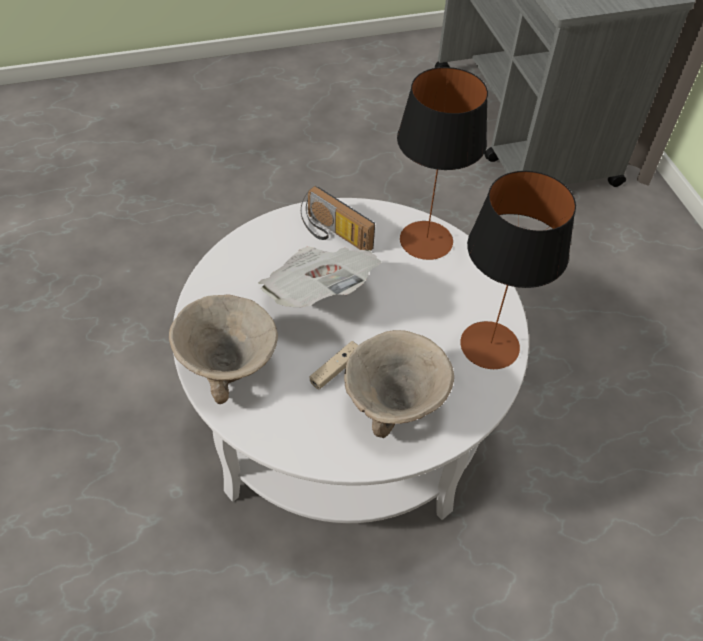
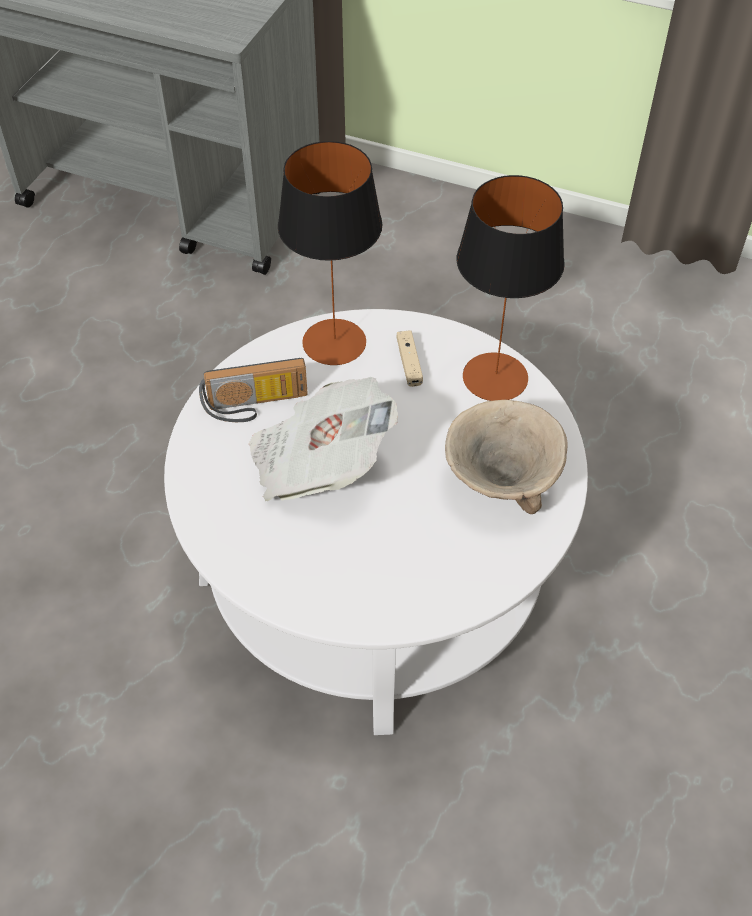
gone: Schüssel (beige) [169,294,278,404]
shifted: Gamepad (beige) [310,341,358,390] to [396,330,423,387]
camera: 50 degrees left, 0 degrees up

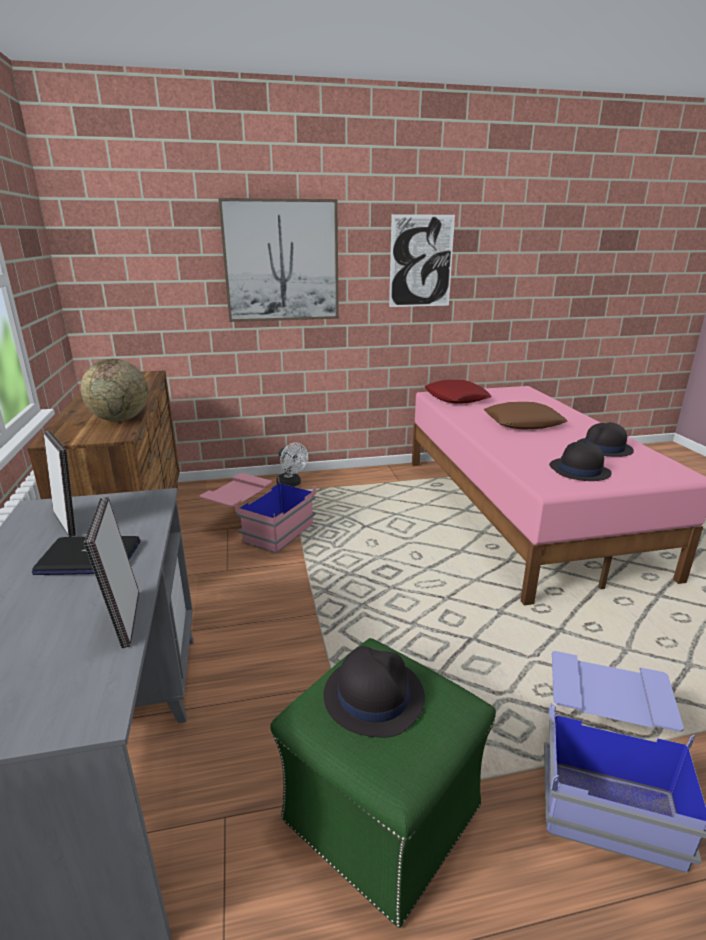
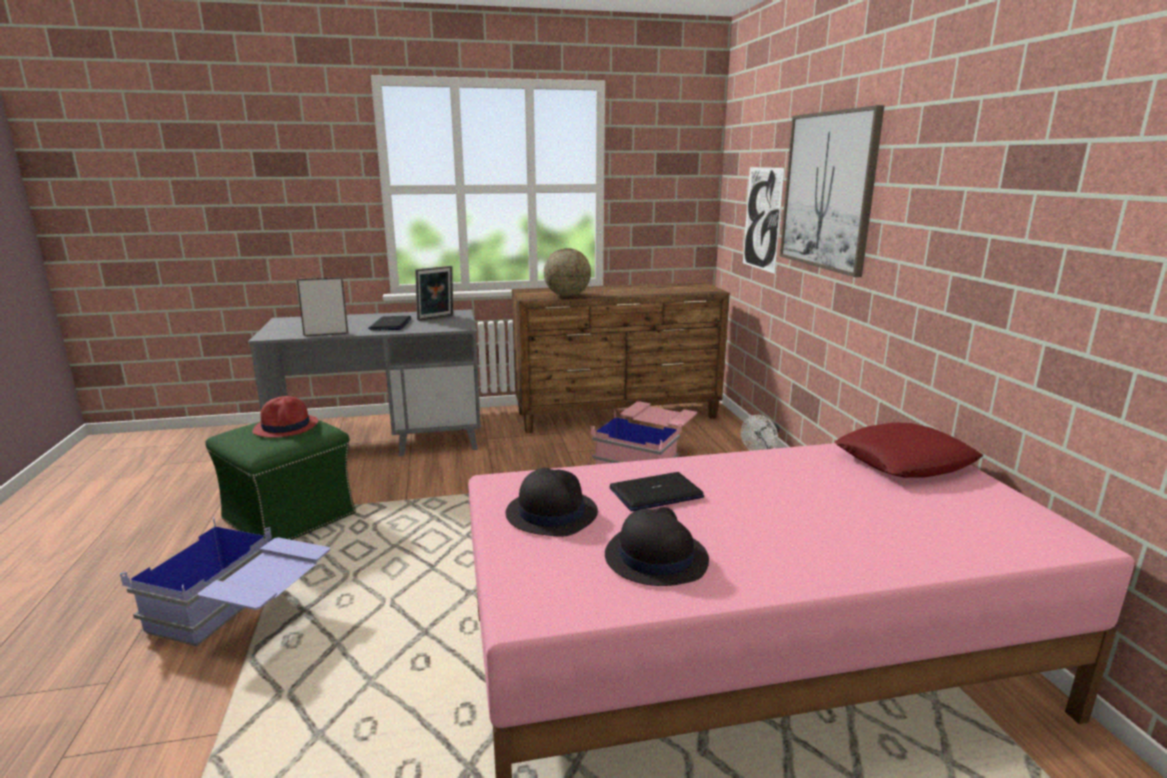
gone: Kissen (braun) [484,402,567,430]
new: Laptop [610,472,704,511]
shifted: Bild [389,214,455,307] to [743,167,785,274]
repainted: Hut (schwarz) [324,646,425,737] to Hut (rot) [252,396,319,437]
camera: 90 degrees right, 5 degrees down

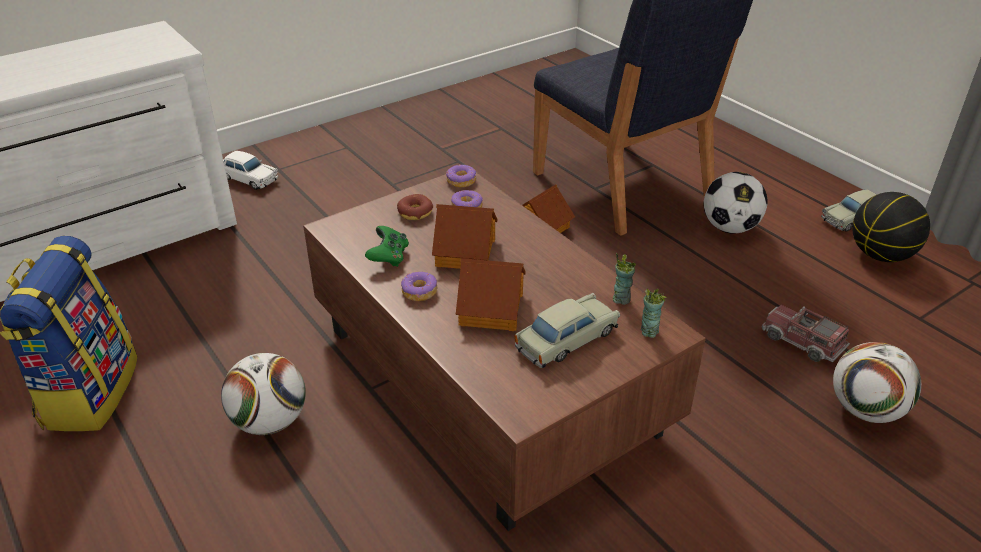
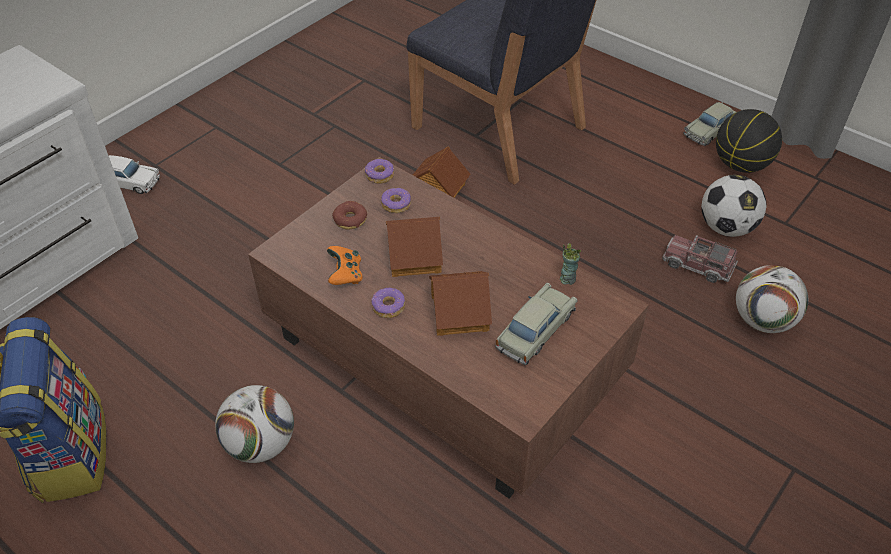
gone: Tasse [641,289,667,338]
shifted: Fußball [703,172,768,234] to [701,175,767,237]
repainted: Gamepad (grün) [365,226,409,267] to Gamepad (orange) [327,246,363,285]
camera: 15 degrees left, 10 degrees up

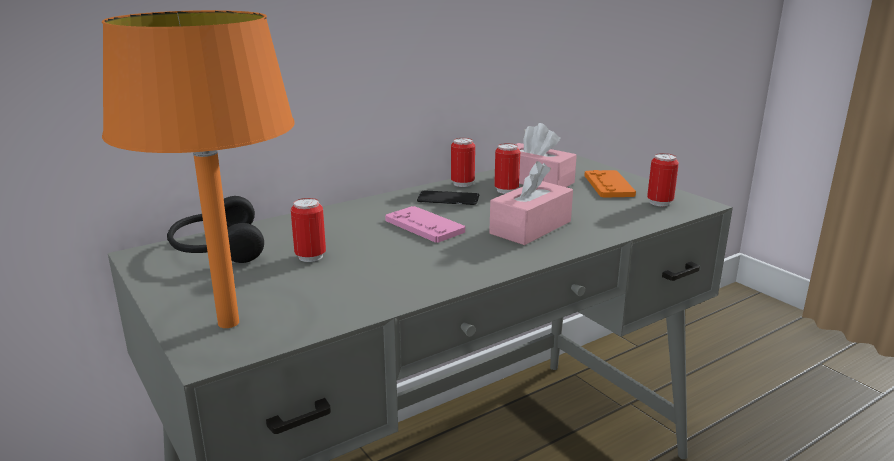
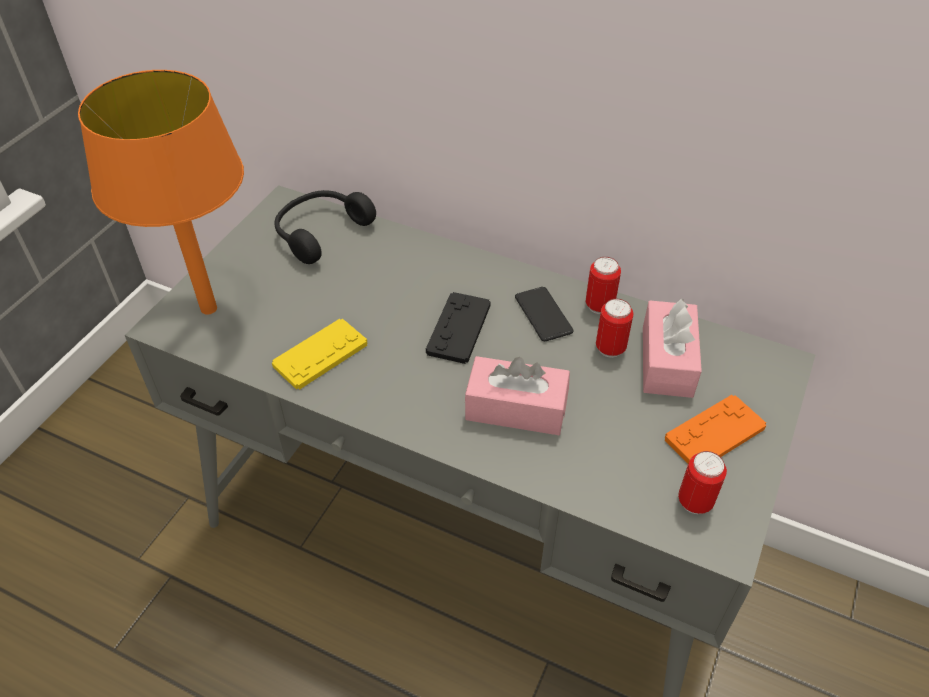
gone: Dose [291,198,326,262]
new: Gamepad (gelb) [272,319,367,390]
repainted: Gamepad (rosa) [385,206,465,243] to Gamepad (schwarz) [426,292,491,364]
camera: 60 degrees right, 25 degrees up

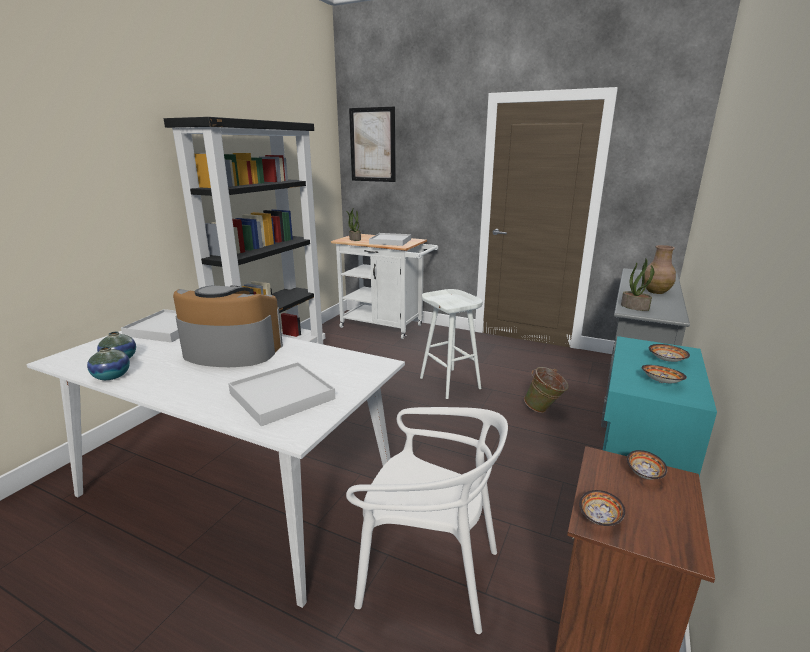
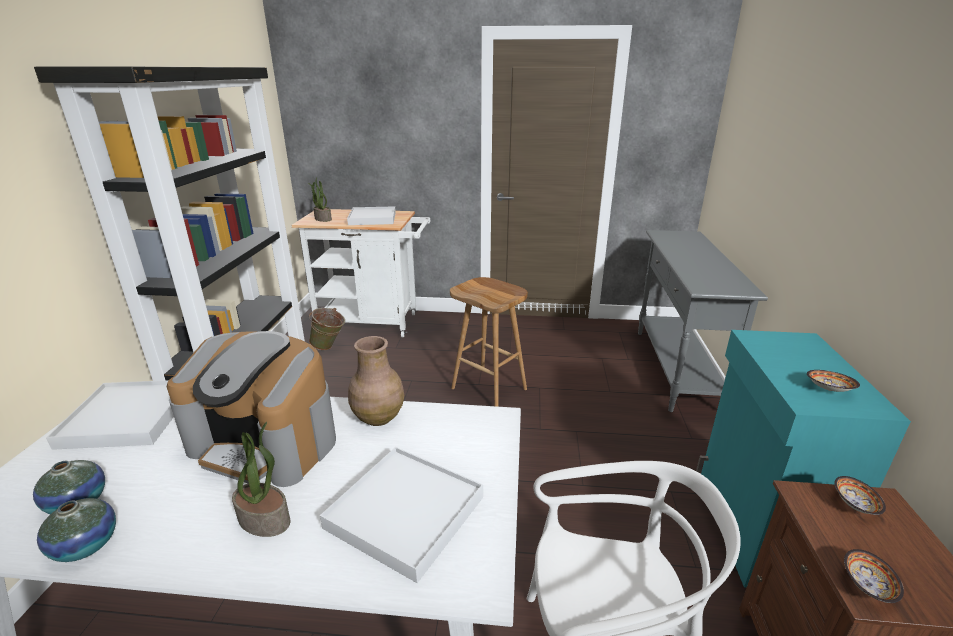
gone: Bild [349,107,396,182]; Schüssel [649,344,690,362]
shifted: Topfpflanze [621,259,654,311] to [232,422,290,537]; Eimer (grün) [524,367,568,413] to [309,308,345,350]; Vase (braun) [644,245,676,294] to [348,336,404,426]
repainted: Hocker (weiß) [420,289,483,399] to Hocker (braun) [450,277,528,407]
rotated: Kaffeemaschine [173,285,283,367] = [167,331,336,487] 150 degrees counterclockwise
camera: 20 degrees left, 5 degrees up

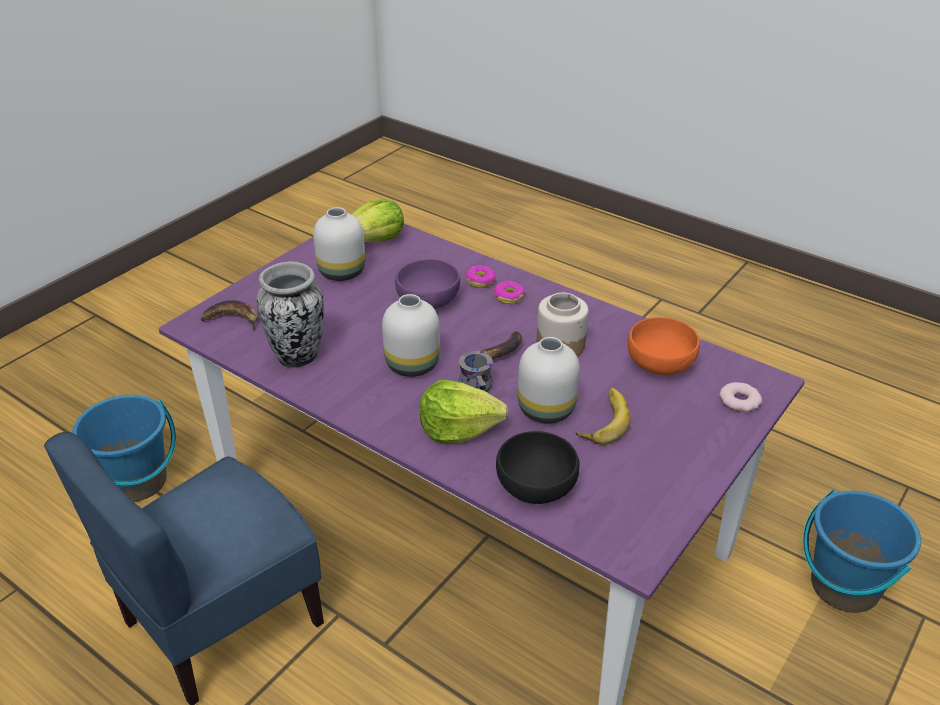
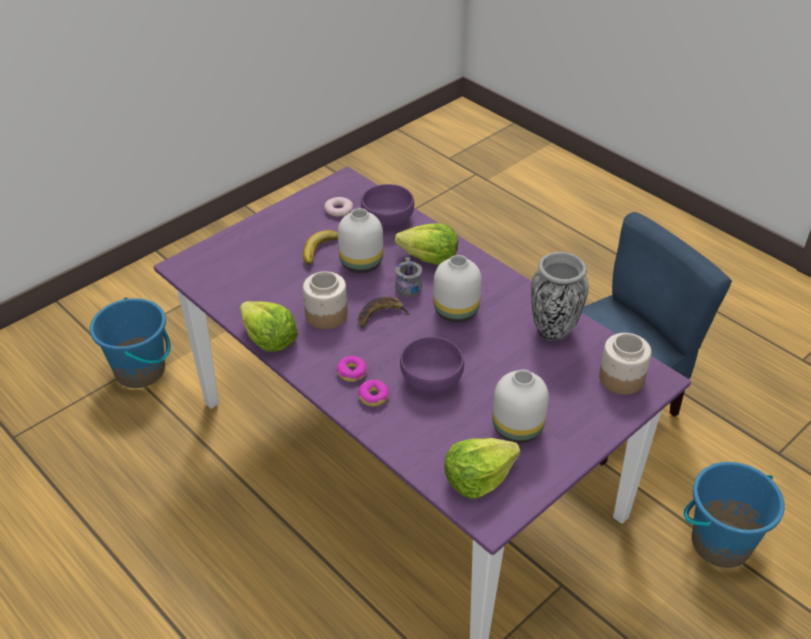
gone: Schüssel (orange) [627,317,700,375]
new: Salatkopf [240,301,298,352]
shifted: Donut [719,382,762,412] to [324,197,353,217]
swapped: Banane [201,300,258,332] to Vorratsglas [599,333,651,395]
repainted: Schüssel (schwarz) [496,431,579,504] to Schüssel (lila) [361,184,414,227]
camera: 170 degrees left, 5 degrees up

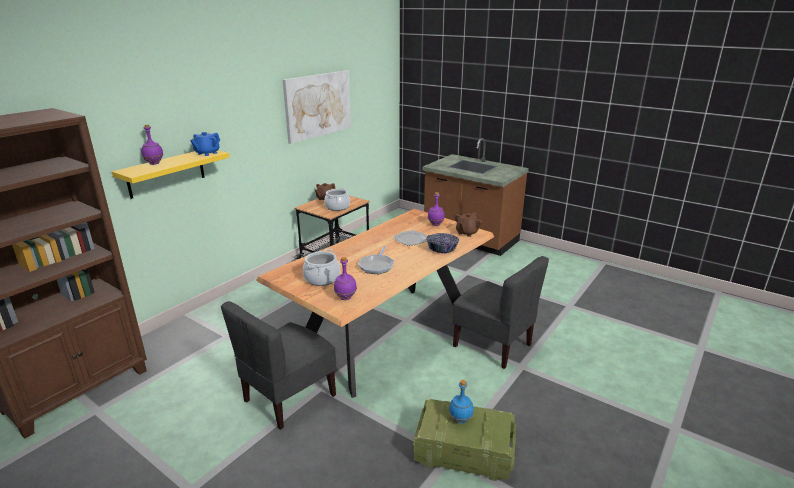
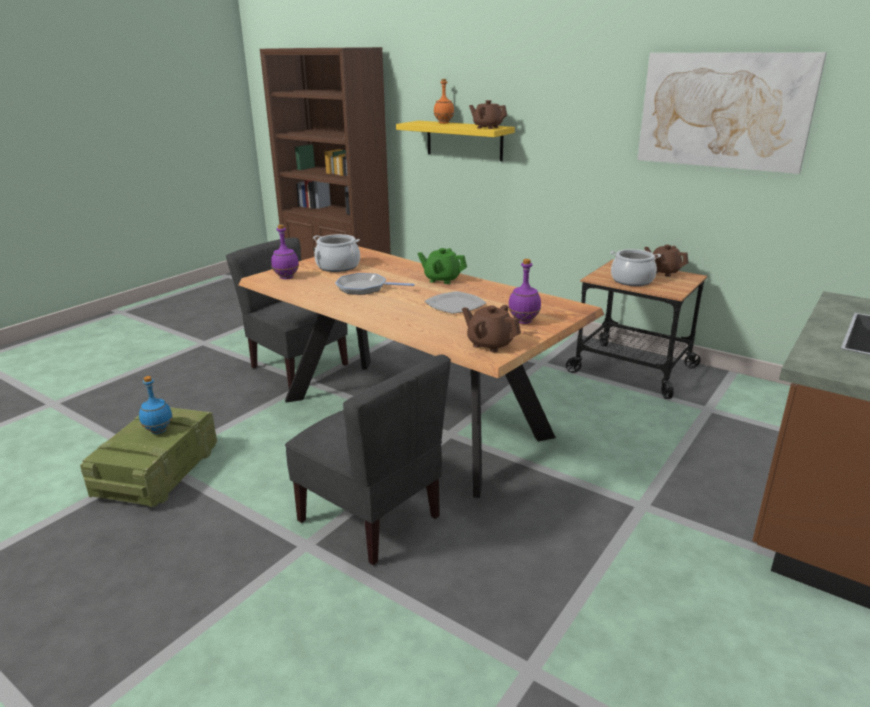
gone: Schüssel [426,233,459,253]
new: Teekanne (grün) [417,248,467,284]
repainted: Flasche (lila) [141,124,163,165] to Flasche (orange) [434,79,454,124]; Teekanne (blau) [190,132,220,156] to Teekanne (braun) [469,100,507,129]
rotated: Stuhl (grau) [453,256,549,369] = [285,355,451,565] 90 degrees counterclockwise
camera: 90 degrees right, 0 degrees up

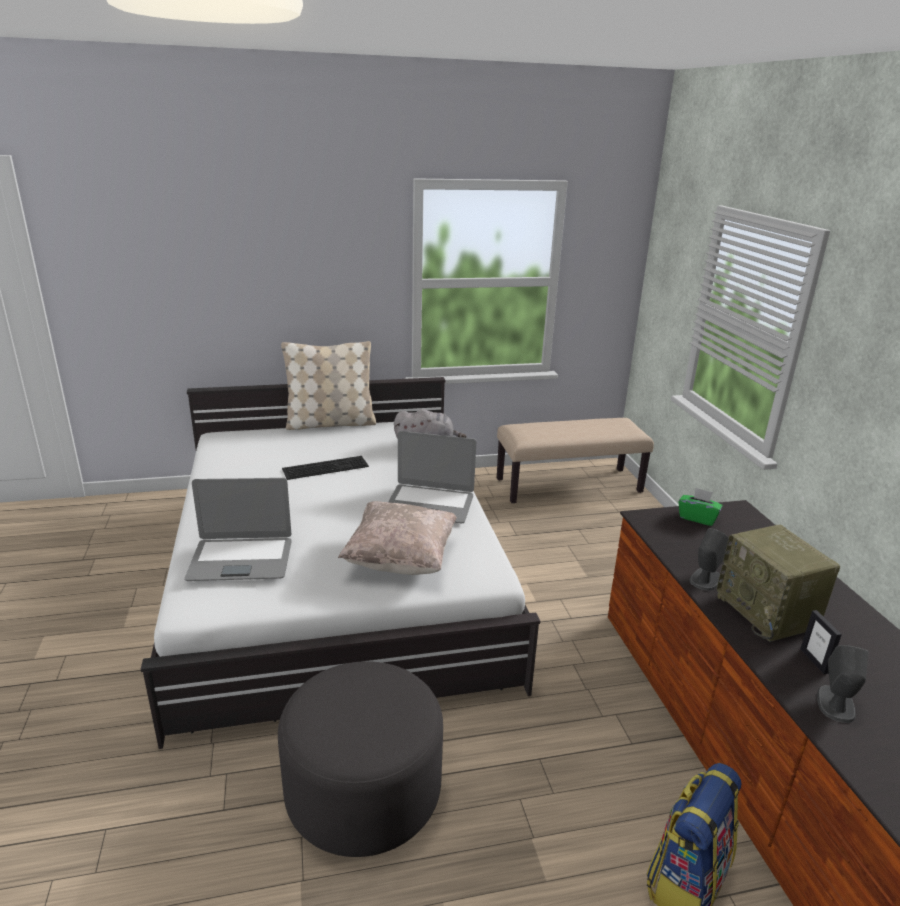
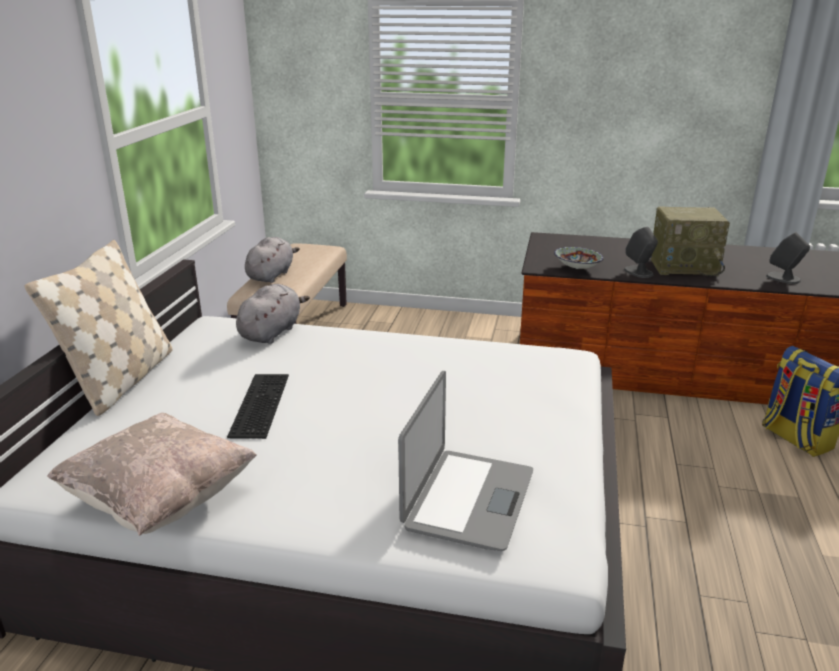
gone: Polsterhocker (grau) [278,661,443,857]; Laptop [388,431,476,523]; Taschentuchbox (grün) [679,488,722,526]; Bilderrahmen [800,610,842,674]
new: Plüschtier (grau) [245,237,300,283]; Schüssel [554,247,604,269]
shifted: Kissen (beige) [338,501,457,575] to [47,413,257,536]
camera: 65 degrees left, 0 degrees up

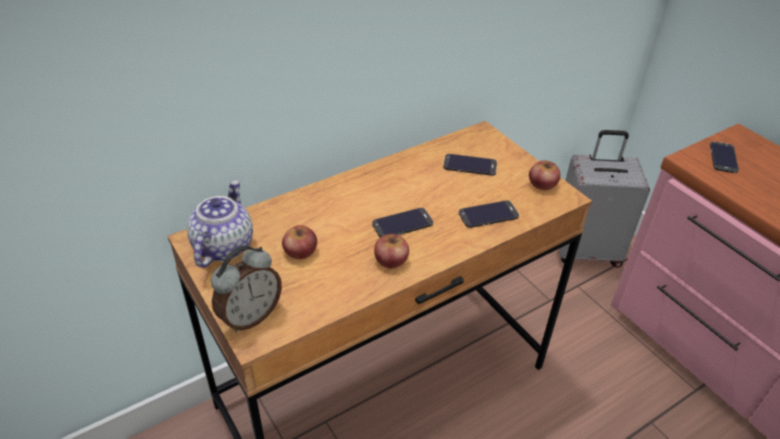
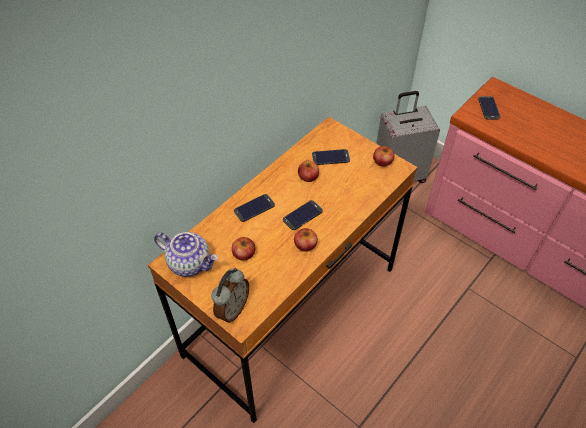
new: Apfel [298,160,319,182]
shifted: Handy [459,200,519,228] to [234,194,275,222]
rotated: Teekanne [187,180,253,268] = [154,232,218,277] 120 degrees clockwise
camera: 15 degrees left, 10 degrees up

